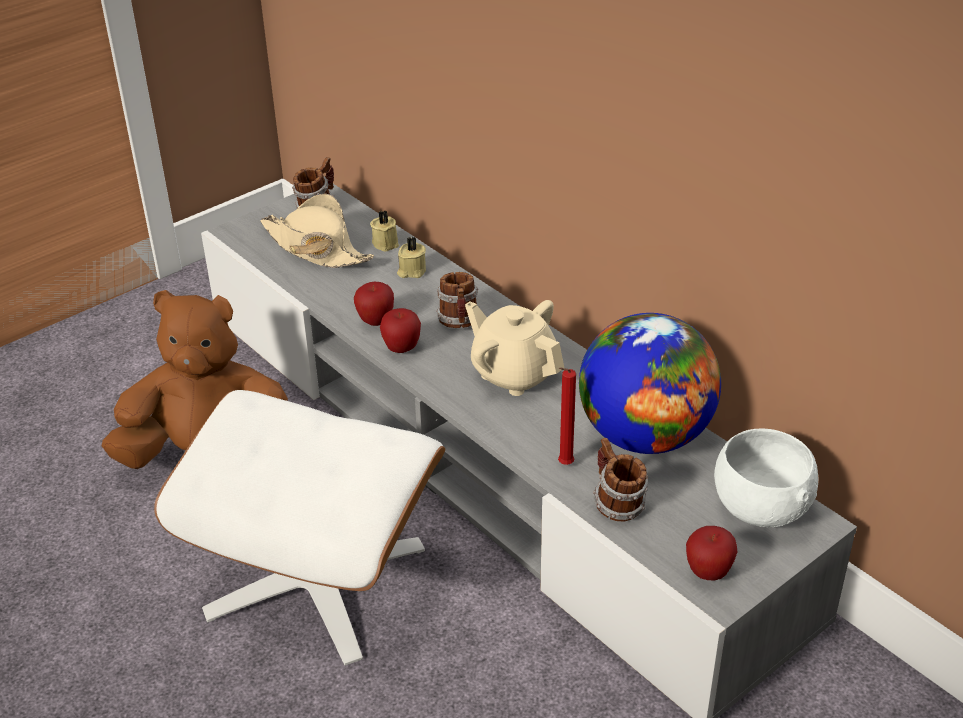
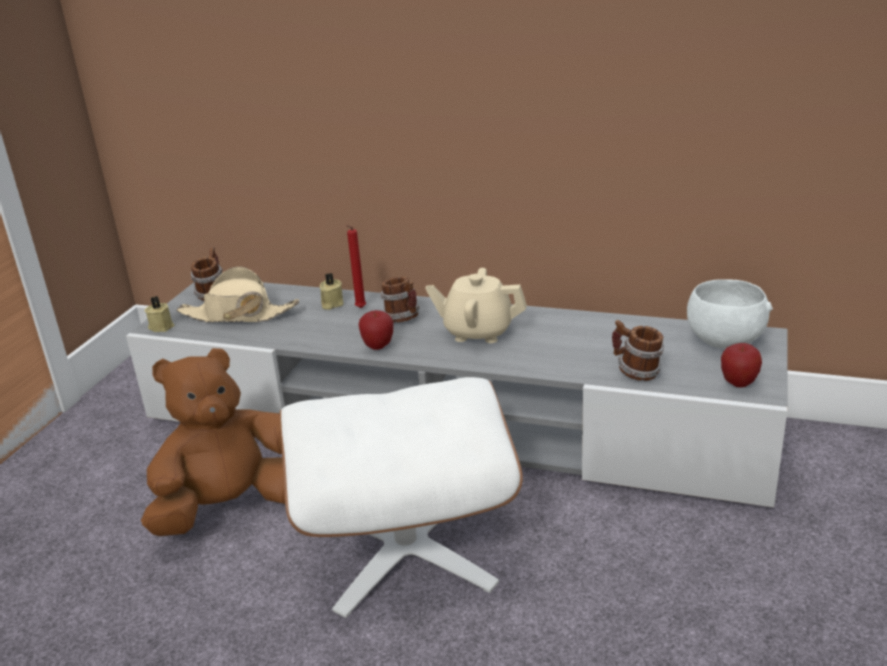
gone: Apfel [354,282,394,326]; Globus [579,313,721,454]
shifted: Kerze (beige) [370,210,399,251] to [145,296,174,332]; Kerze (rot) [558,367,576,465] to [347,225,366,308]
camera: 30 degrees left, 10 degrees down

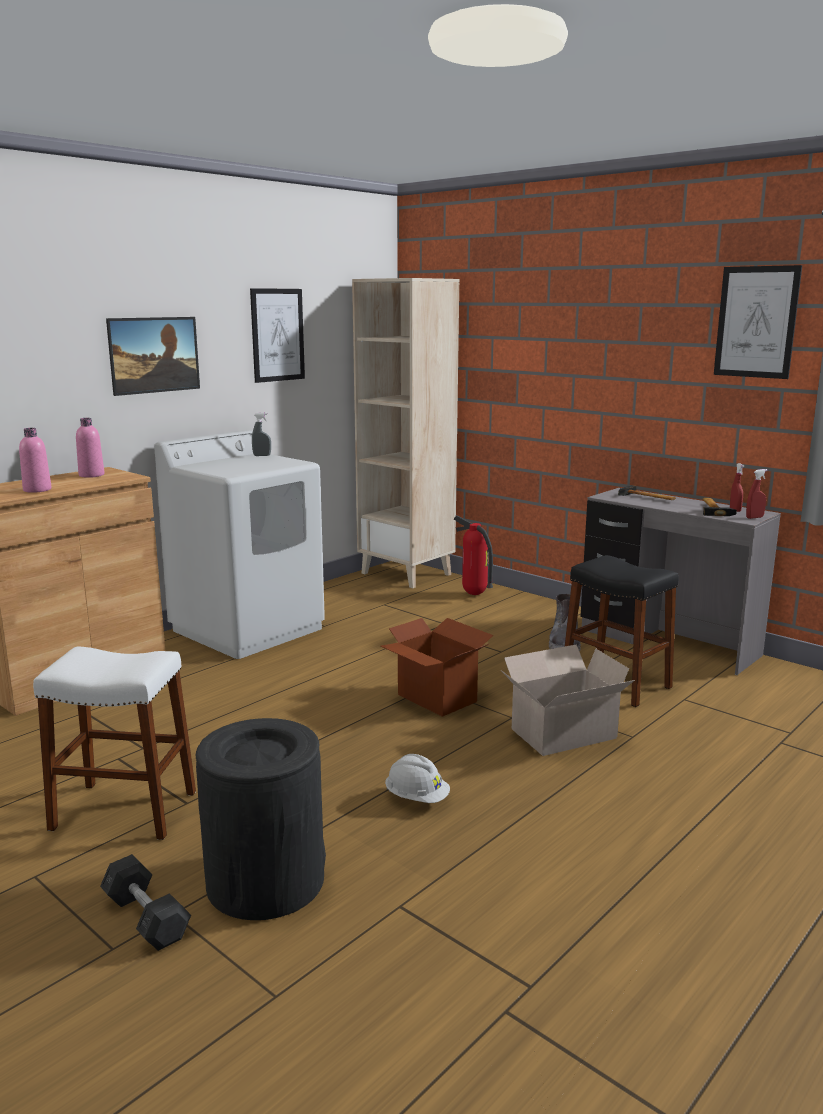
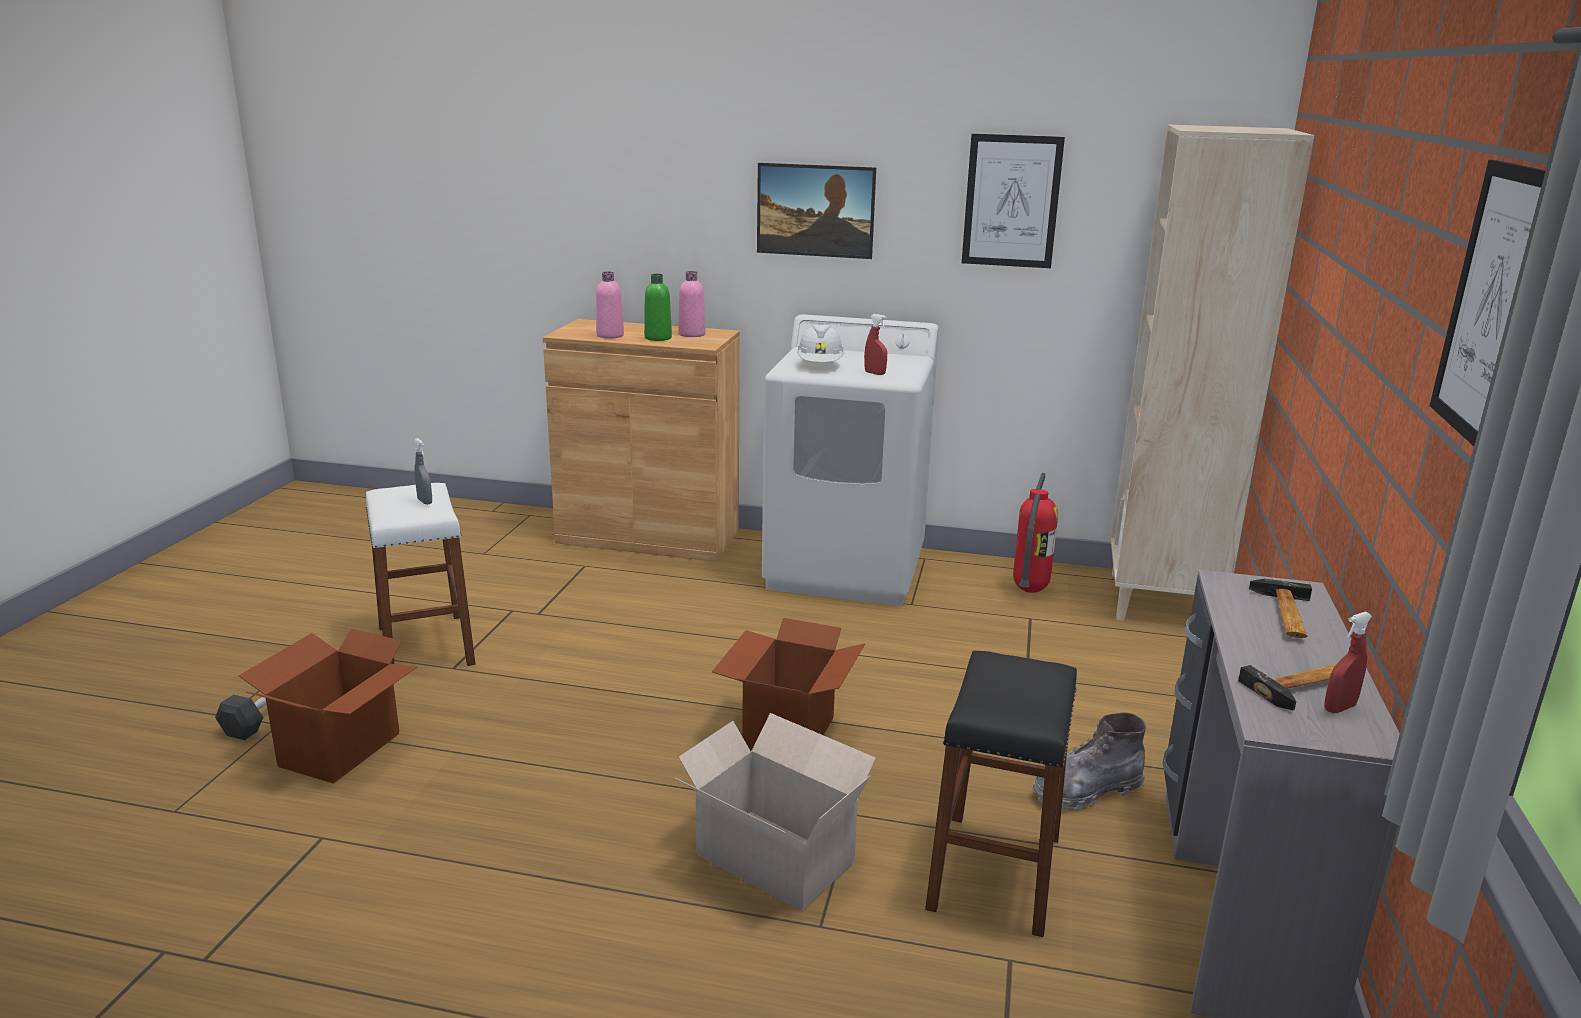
new: Flasche (grün) [644,274,672,341]
shifted: Sprühflasche (grau) [252,413,271,456] to [414,438,432,505]; Schutzhelm (weiß) [385,754,450,803] to [797,324,844,362]; Sprühflasche (rot) [746,469,768,519] to [864,314,887,375]; Feuerlöscher [454,515,493,595] to [1013,473,1058,593]
swapped: Mülleimer (schwarz) [196,718,326,920] to Karton [238,629,417,784]
camera: 60 degrees right, 5 degrees up

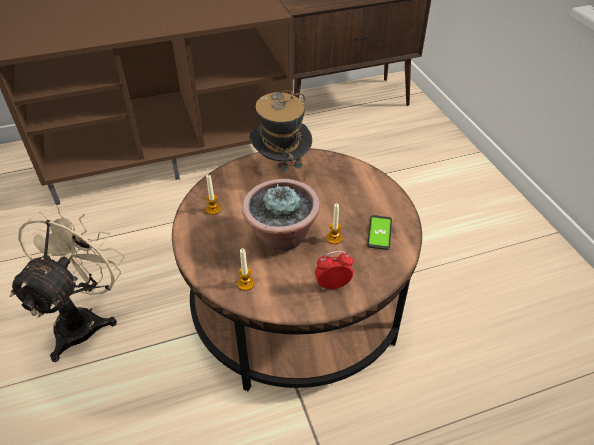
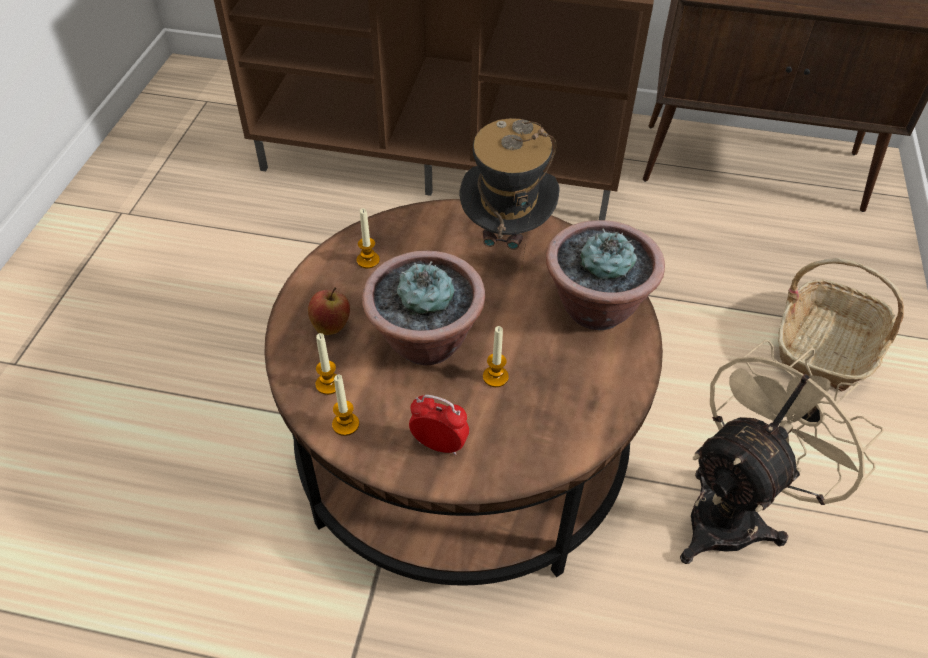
gone: Handy [367,215,392,250]
new: Apfel [308,287,350,335]; Kerze [332,375,359,436]; Topfpflanze [546,220,665,330]; Korb [778,258,904,392]
shifted: Ventilator (beige) [9,205,124,362] to [680,340,884,564]
camera: 30 degrees right, 5 degrees up

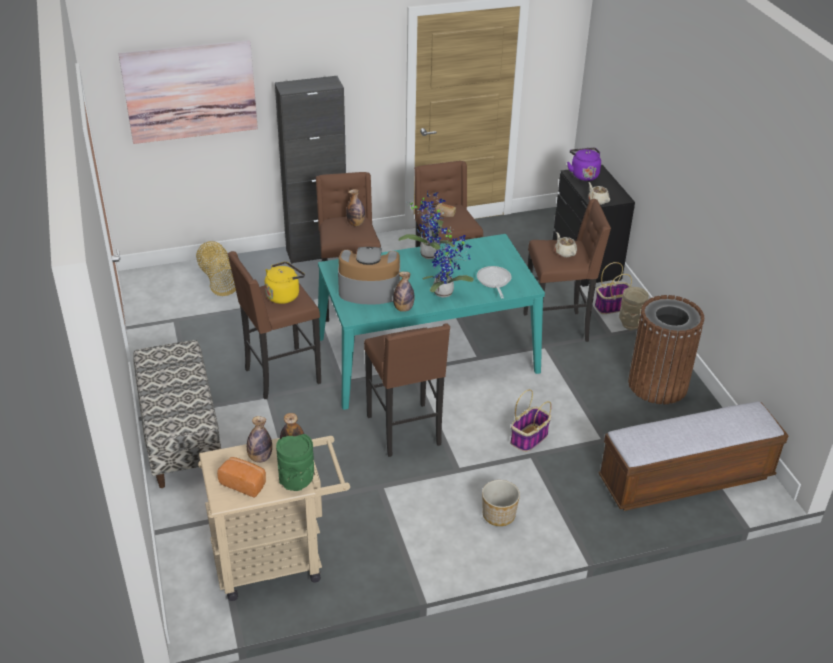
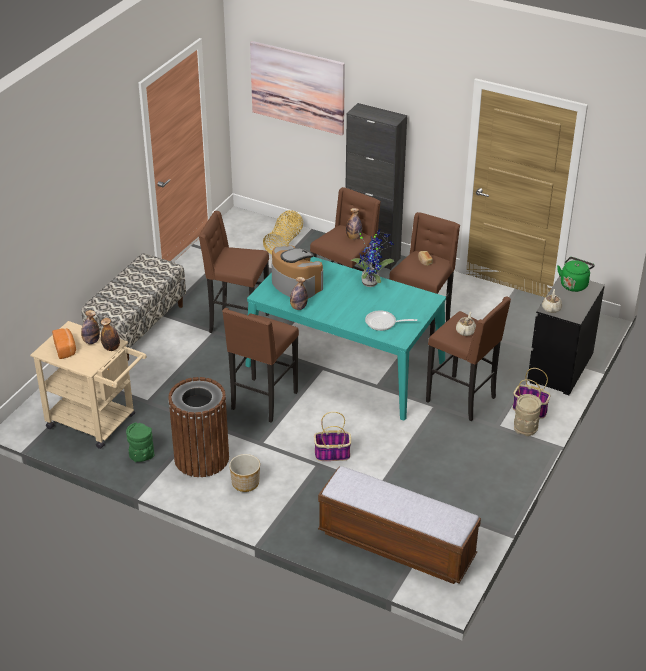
gone: Wasserkessel (gelb) [265,262,305,304]; Topfpflanze [422,227,474,297]
shifted: Vase (grün) [276,434,314,491] to [126,422,154,462]; Mülleimer (braun) [628,295,704,404] to [168,377,229,477]
repainted: Wasserkessel (lila) [567,147,601,181] to Wasserkessel (grün) [557,257,595,292]
rotated: Pfanne [477,266,512,298] = [365,310,417,331] 120 degrees counterclockwise
camera: 45 degrees right, 0 degrees up

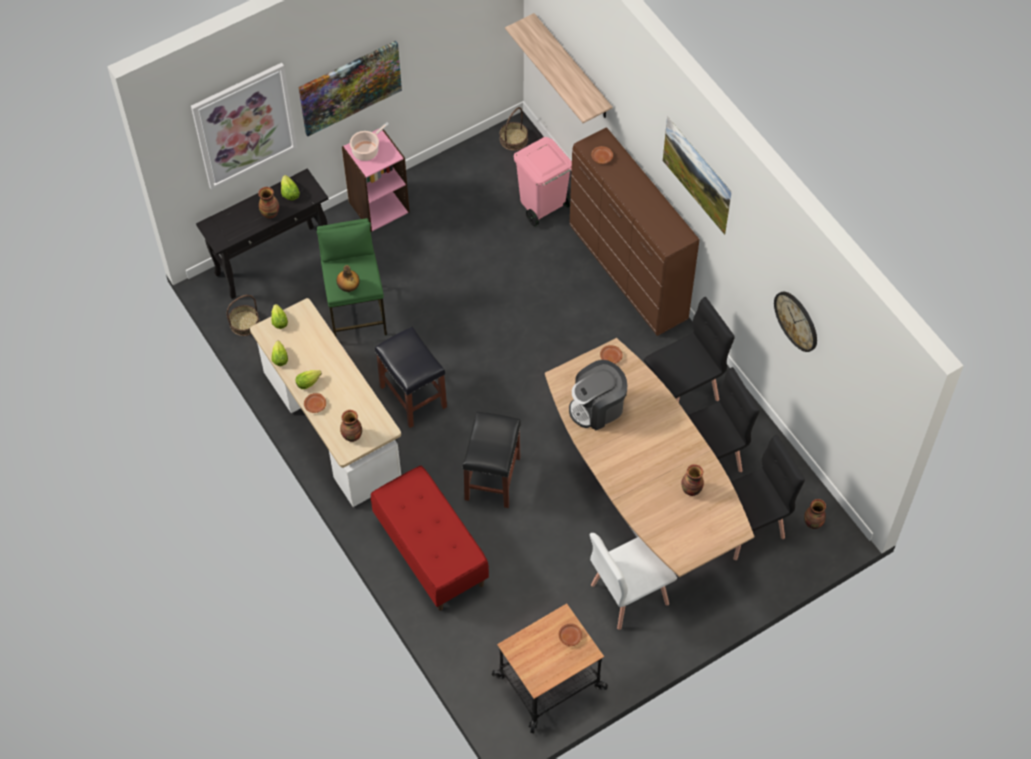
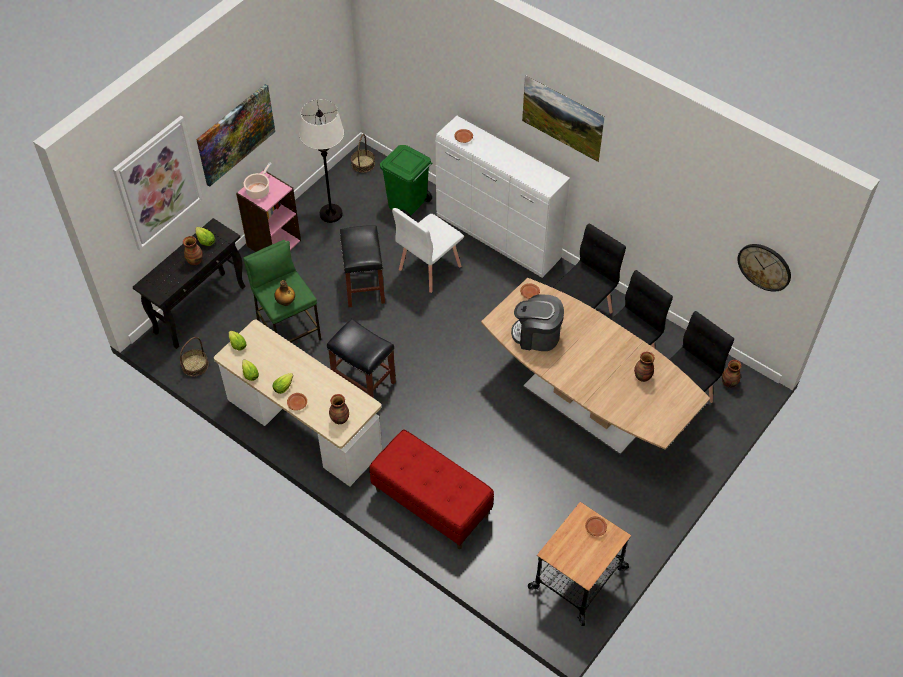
gone: Wandregal [505,13,613,123]
new: Stehlampe (weiß) [299,99,344,223]
shifted: Hocker (schwarz) [462,411,521,508] to [340,225,385,307]; Stuhl (weiß) [589,533,677,630] to [392,208,464,293]; Wanduhr [774,292,817,352] to [738,244,791,292]
repainted: Mülleimer (rosa) [514,137,572,226] to Mülleimer (grün) [380,145,433,218]; Kommode (braun) [570,127,700,335] to Kommode (weiß) [435,116,570,277]
rotated: Kaffeemaschine [569,360,627,430] = [511,295,564,351] 60 degrees clockwise
camera: 20 degrees left, 5 degrees down

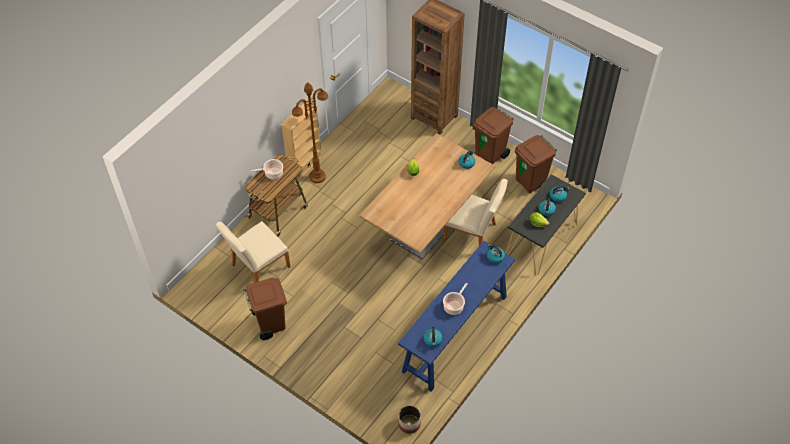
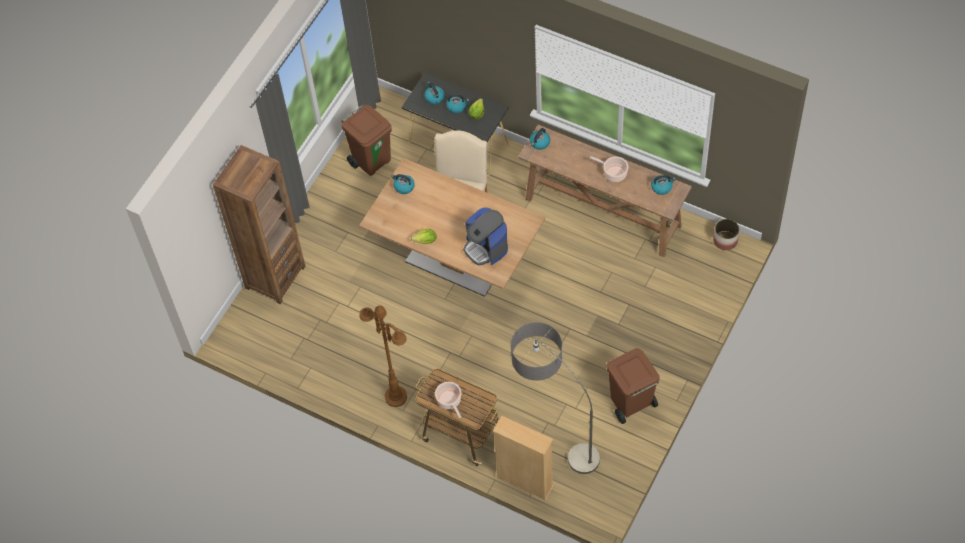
gone: Mülleimer (braun) [473,107,514,164]
new: Kaffeemaschine [463,207,508,265]
shifted: Bücherregal (beige) [281,100,323,181] to [493,415,554,501]
swapped: Stuhl (beige) [216,221,290,283] to Stehlampe [511,322,600,474]
repainted: Konsolentisch (blau) [398,241,515,392] to Konsolentisch (braun) [518,125,692,257]
camera: 95 degrees left, 5 degrees up

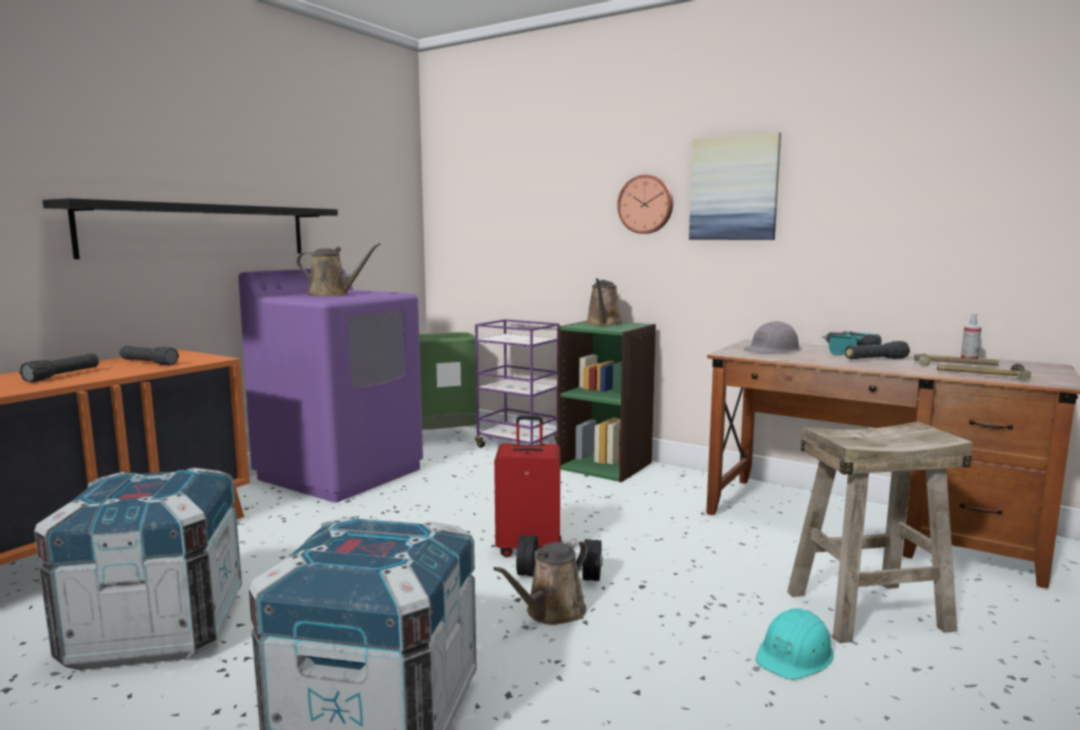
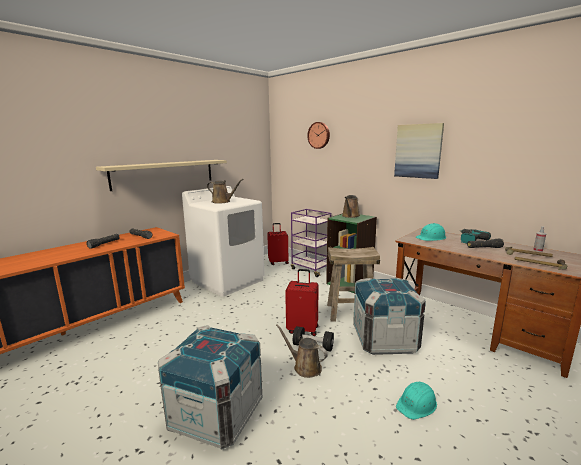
shifted: Wanduhr [617,175,673,234] to [307,122,330,149]; Hocker (beige) [787,422,973,643] to [327,247,380,322]; Kiste [34,468,242,670] to [353,278,426,355]
swapped: Mülleimer (grün) [419,332,477,430] to Koffer (rot) [267,223,289,265]
repainted: Wandregal (schwarz) [43,198,338,259] to Wandregal (beige) [96,160,227,191]; Waschmaschine (lila) [238,268,423,502] to Waschmaschine (weiß) [182,186,265,297]; Schutzhelm (grau) [744,321,800,353] to Schutzhelm (türkis) [416,223,446,241]
rotated: Gießkanne (braun) [493,539,588,625] = [276,324,328,378] 75 degrees clockwise
camera: 10 degrees right, 5 degrees up

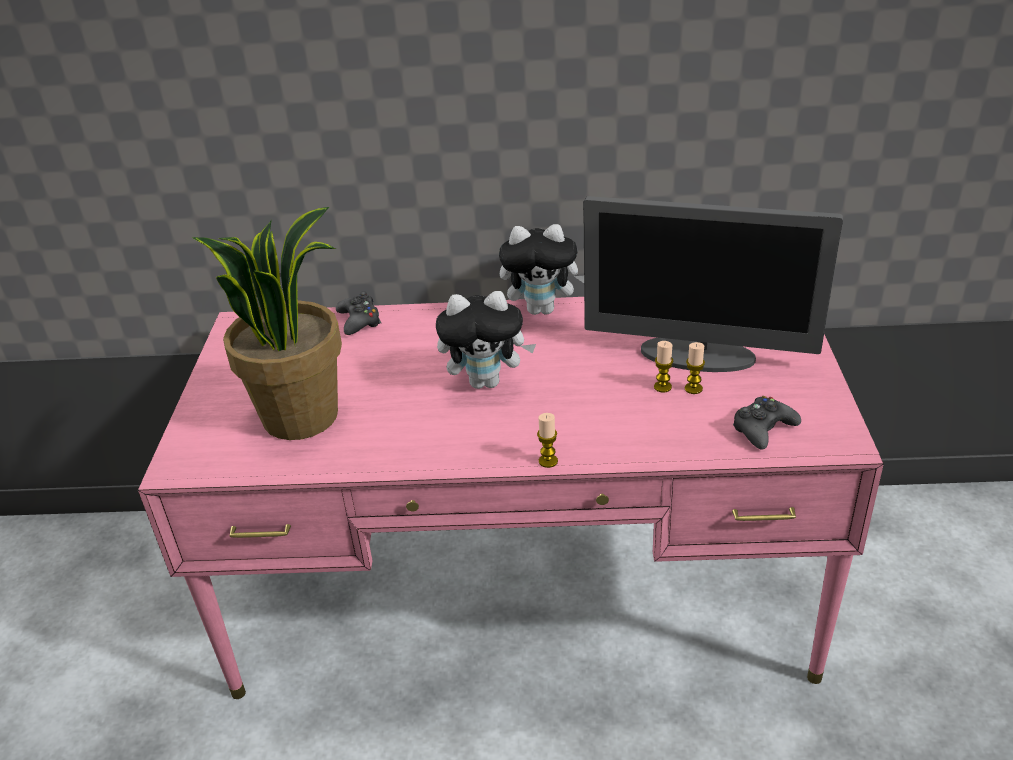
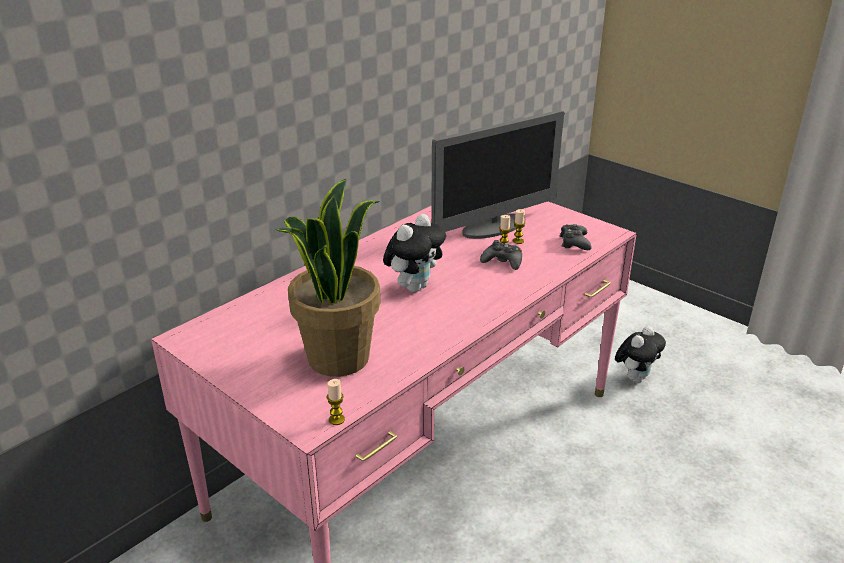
shifted: Kerze [537,413,558,468] to [327,379,345,425]; Gamepad (schwarz) [336,291,381,335] to [480,240,522,270]; Plüschtier [499,224,584,315] to [615,326,666,383]
camera: 50 degrees left, 5 degrees down

